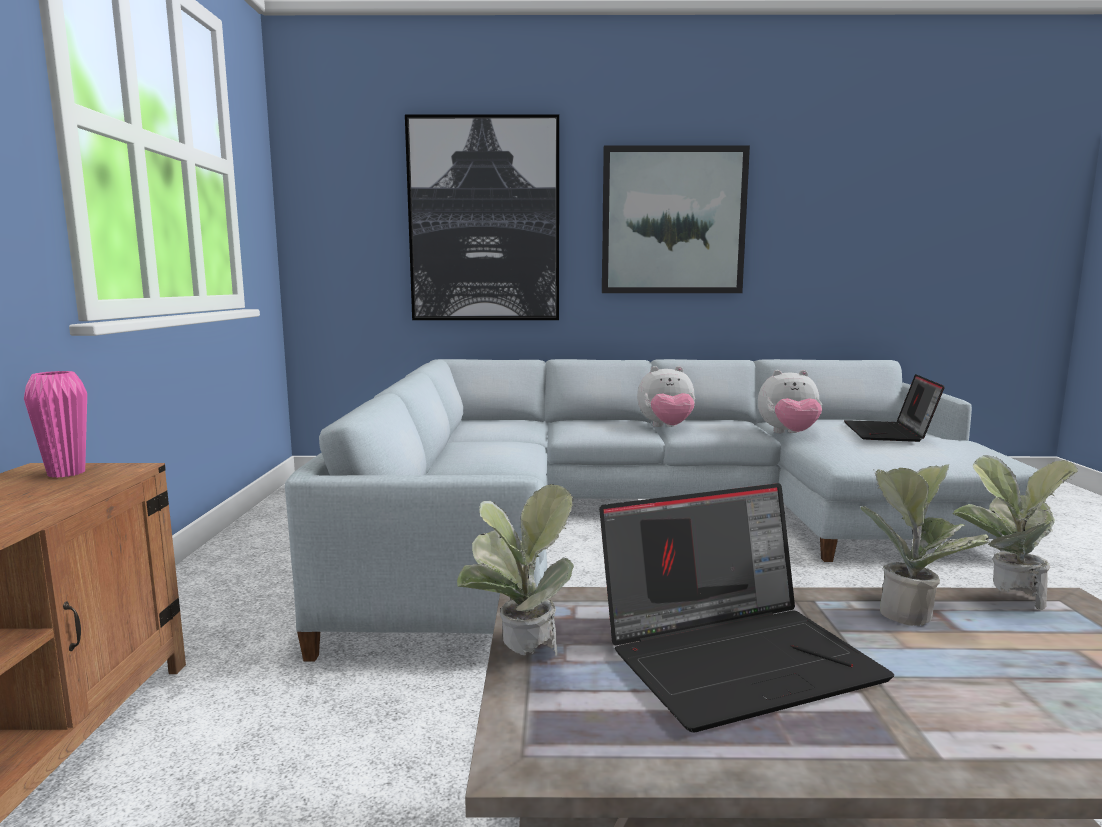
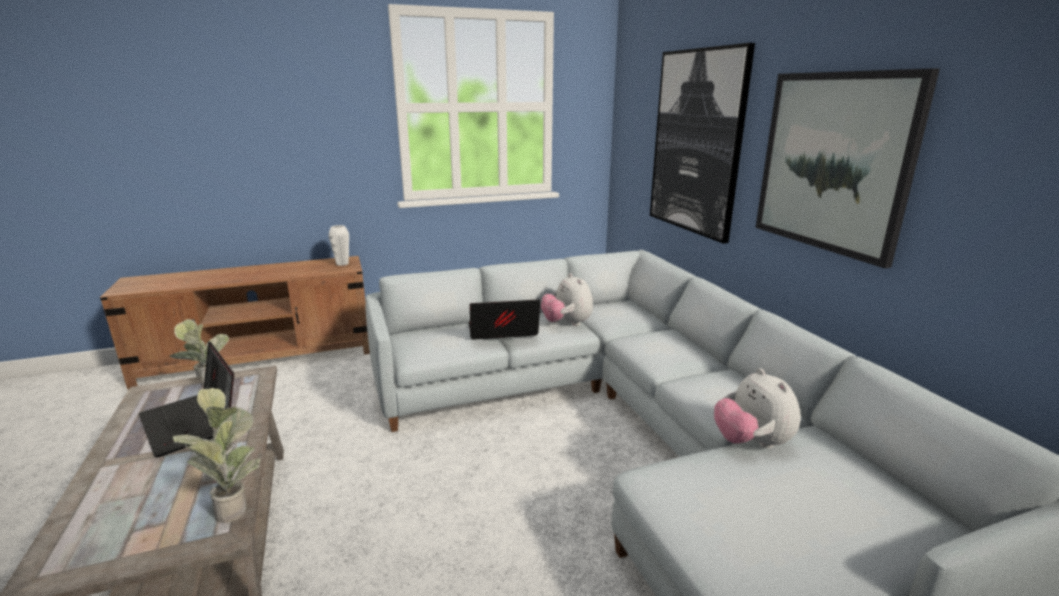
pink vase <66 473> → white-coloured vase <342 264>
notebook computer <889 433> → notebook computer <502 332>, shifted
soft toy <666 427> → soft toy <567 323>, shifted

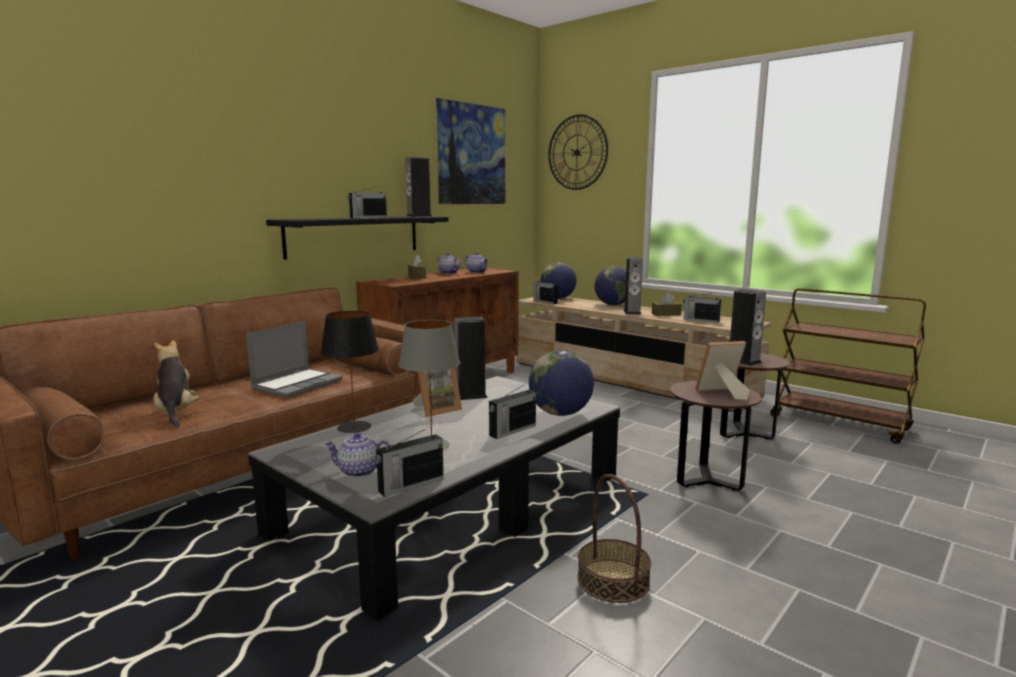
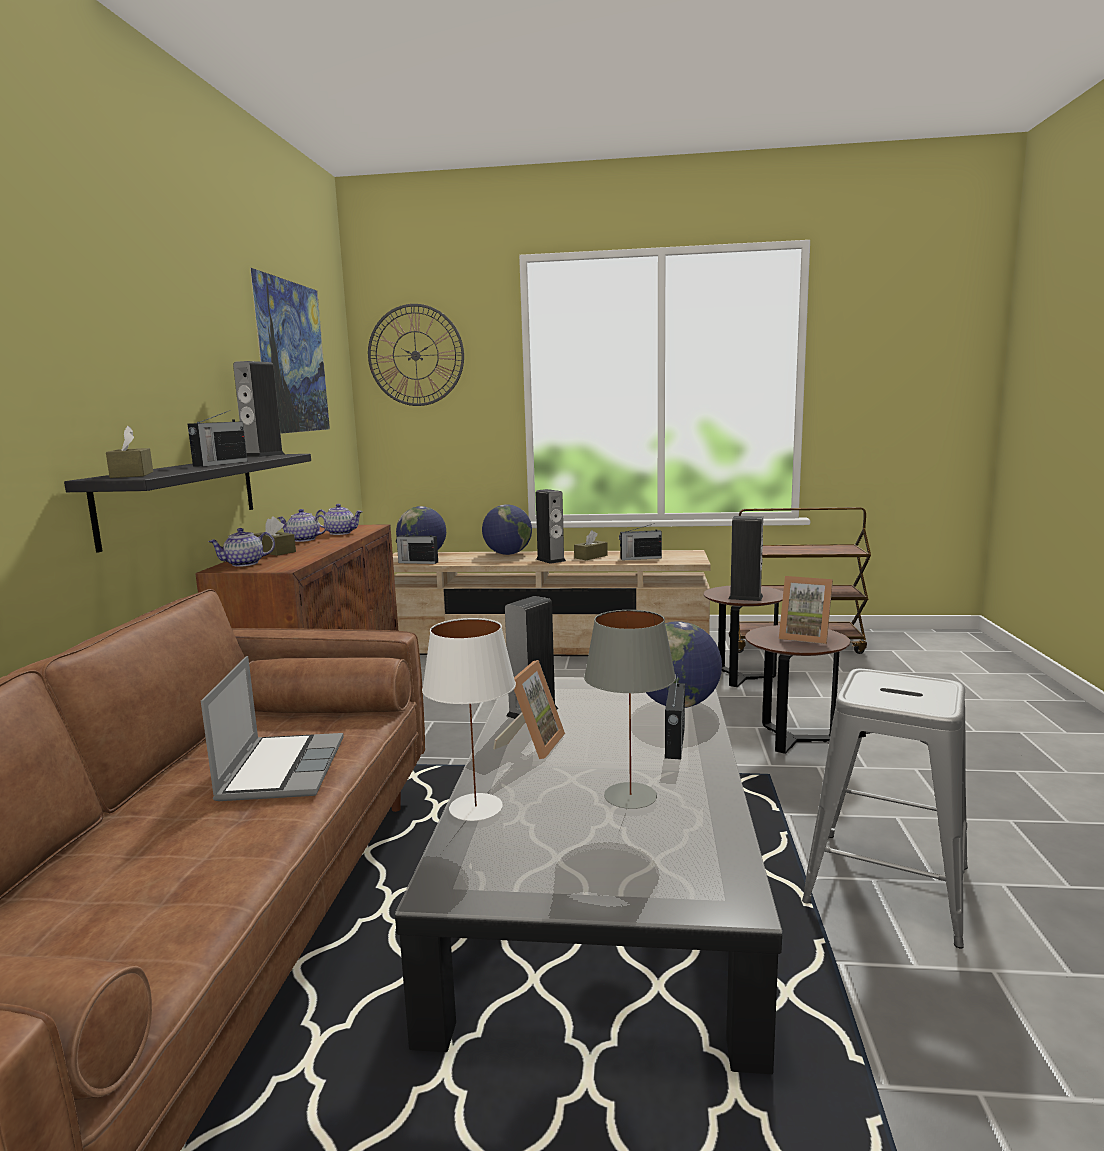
- → brown tissue box <132 475>
tea pot <359 471> → tea pot <244 564>, shifted
black lamp for a table <354 427> → white-coloured lamp for a table <475 807>
photo frame <721 393> → photo frame <805 637>, 105 degrees counterclockwise
storage basket <613 580> → grey sitting stool <888 885>
soft toy <176 412> → -
radio set <410 485> → -

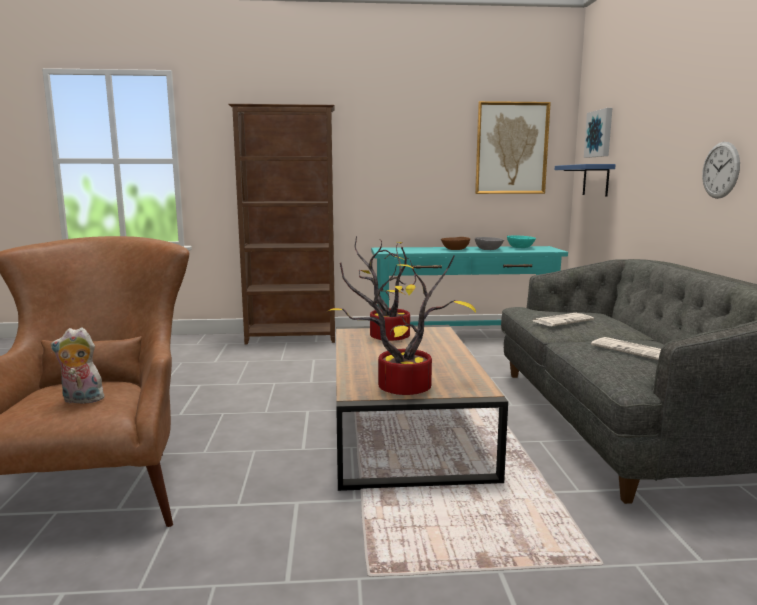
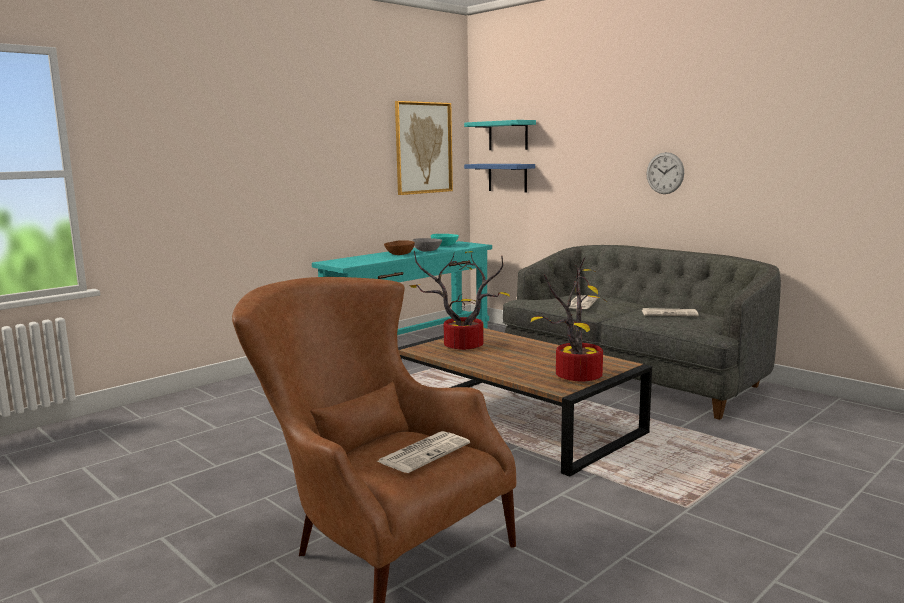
soft toy <81 400> → daily paper <424 452>
picture <600 133> → blue-green wall shelf <508 135>
brown shelving unit <292 338> → -

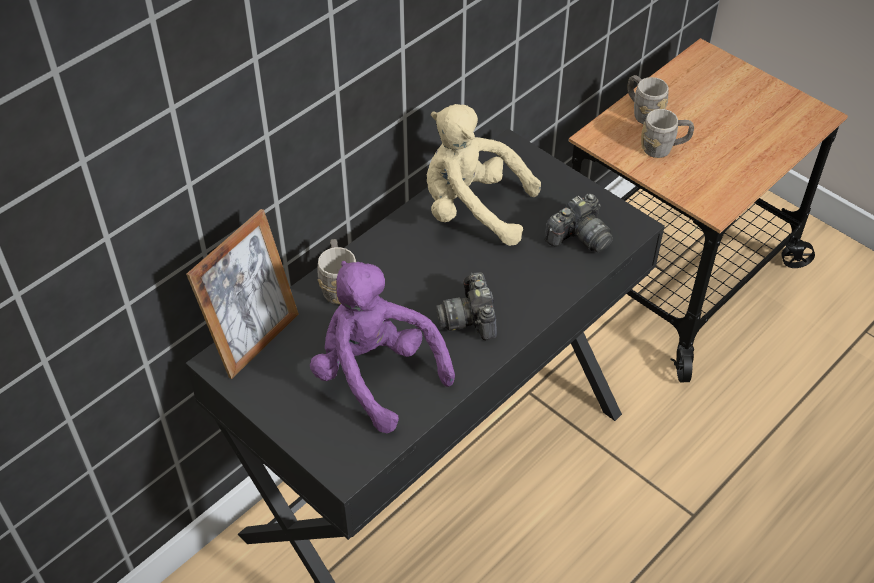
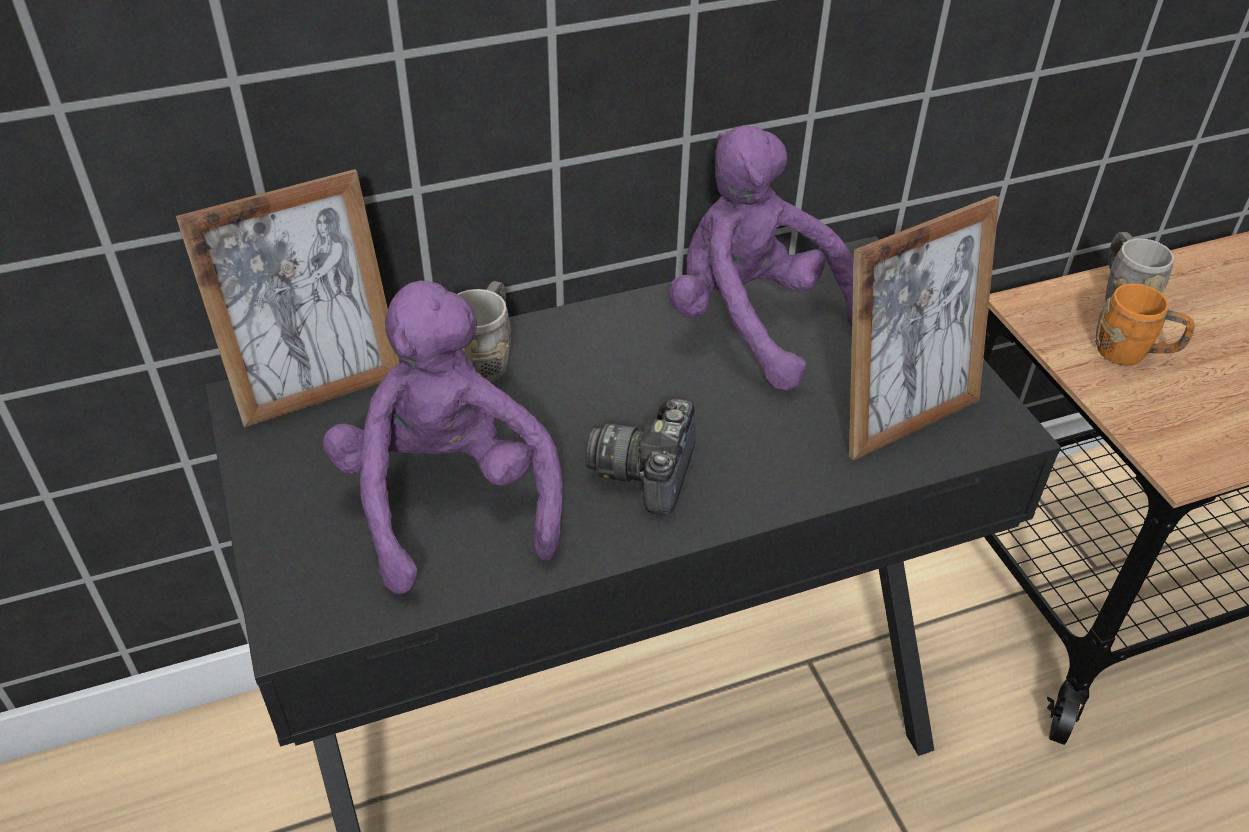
beige-coloured soft toy <472 209> → purplish soft toy <753 322>
photo camera <579 237> → photo frame <900 415>
grey mug <664 148> → orange mug <1132 354>

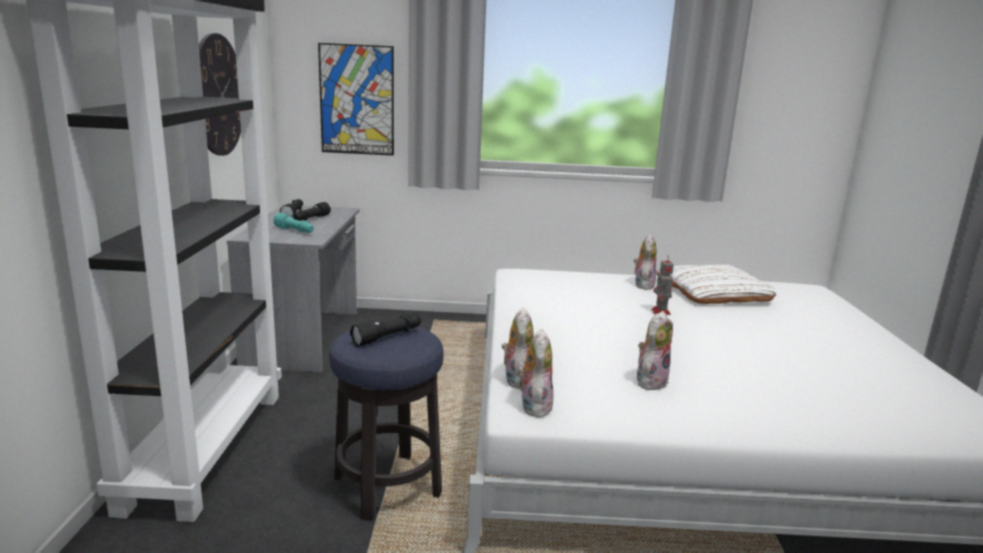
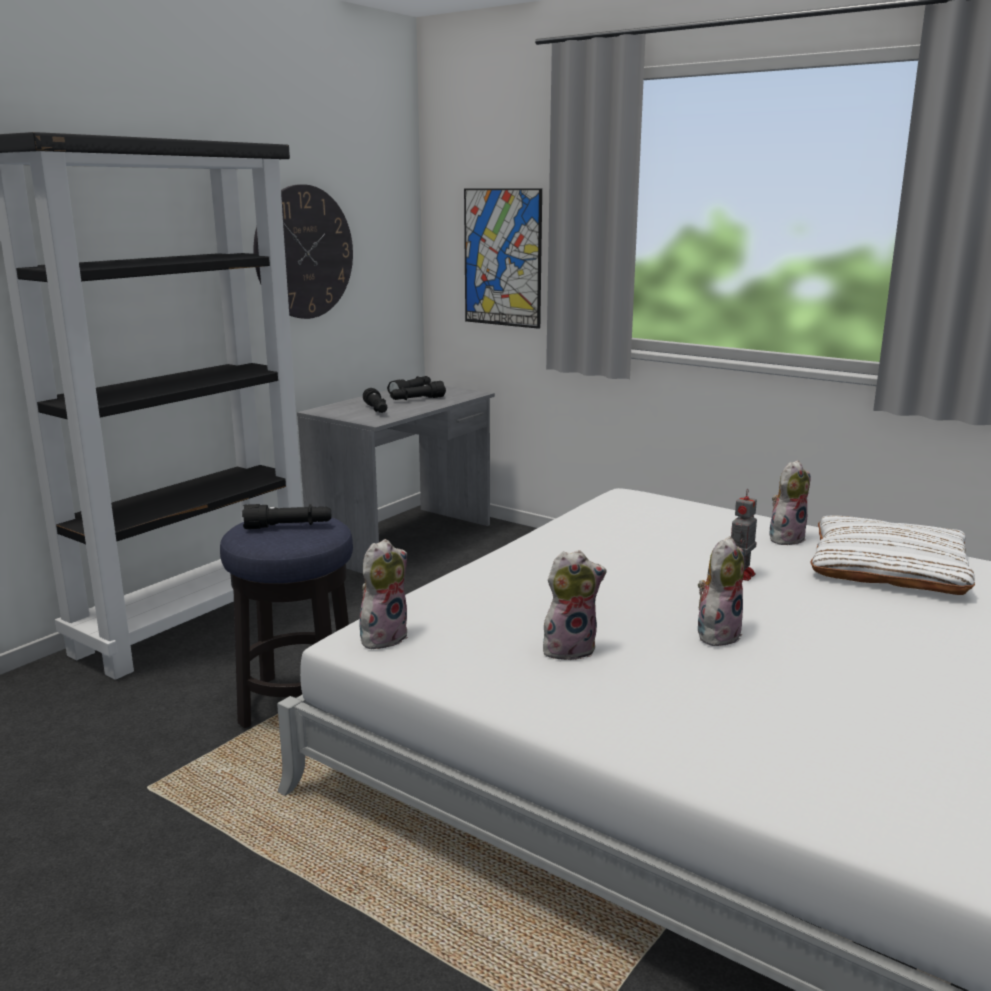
blue-green flashlight <295 231> → black flashlight <376 410>
soft toy <517 379> → soft toy <717 634>, shifted

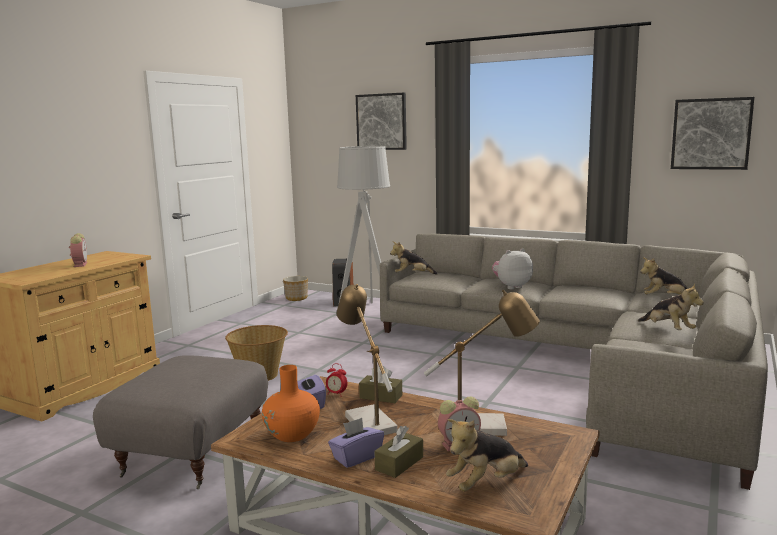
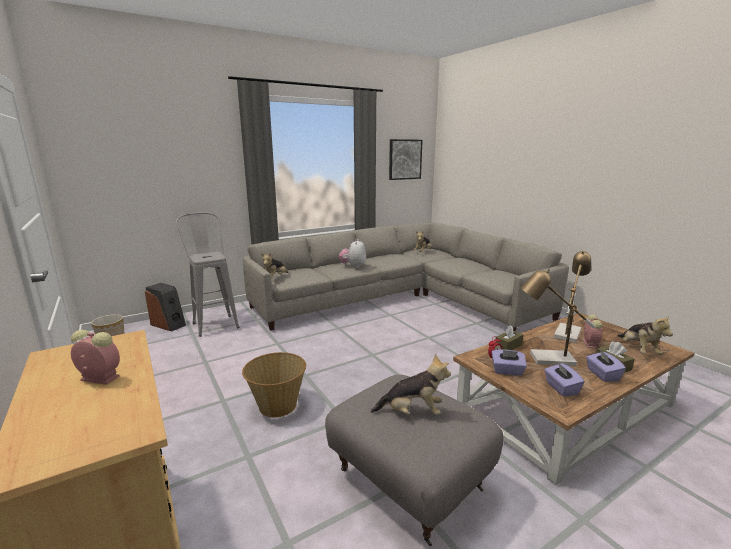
grey standard lamp <367 311> → grey sitting stool <214 323>
soft toy <668 330> → soft toy <412 412>, shifted
orange vase <292 434> → purplish tissue box <561 388>
picture <381 122> → -

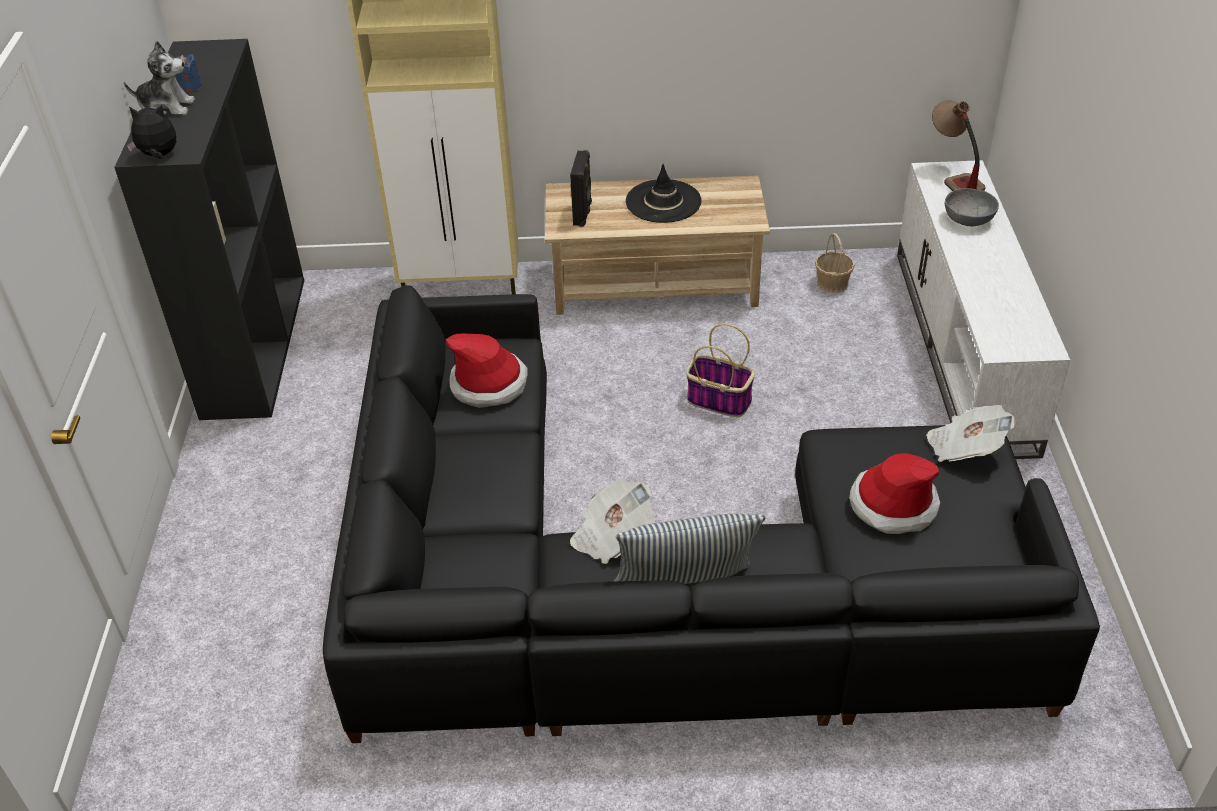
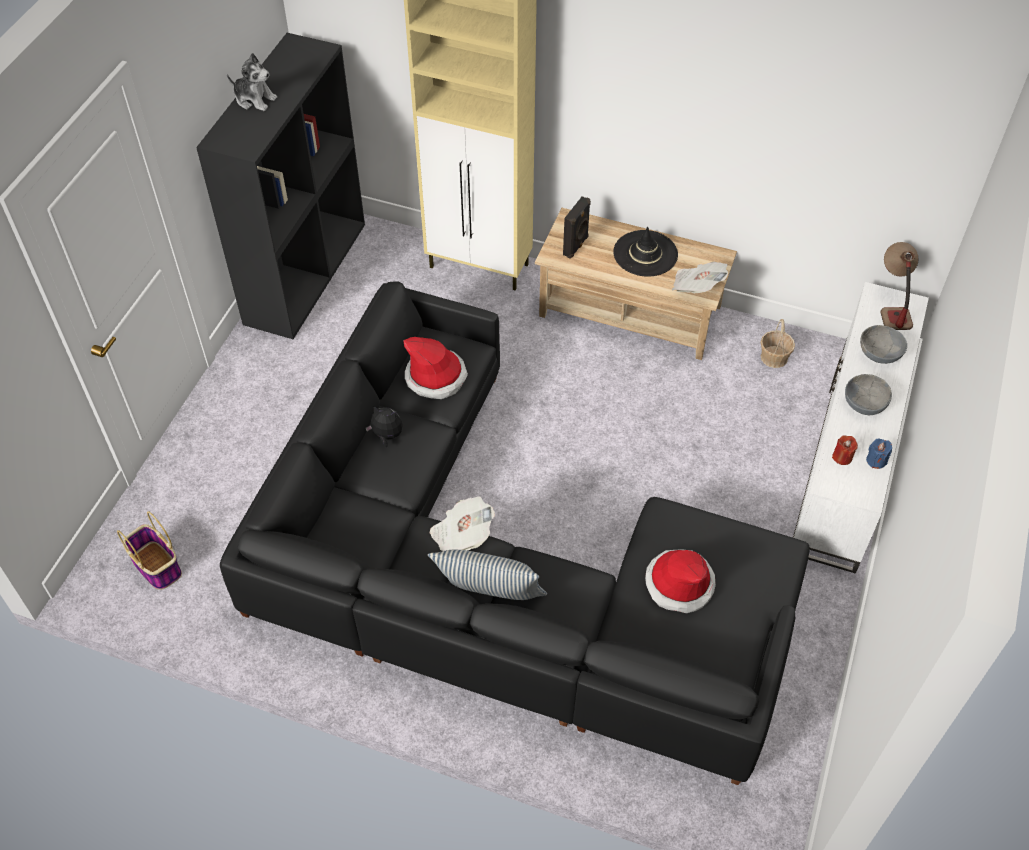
storage basket <717 400> → storage basket <156 566>, shifted
soft toy <159 156> → soft toy <387 436>, shifted
daily paper <965 448> → daily paper <697 287>, shifted
- → red candle <842 457>
- → grey bowl <864 403>
blue-coloured candle <190 86> → blue-coloured candle <876 460>, shifted

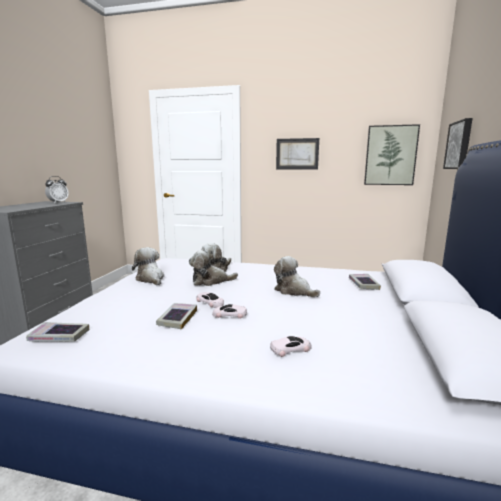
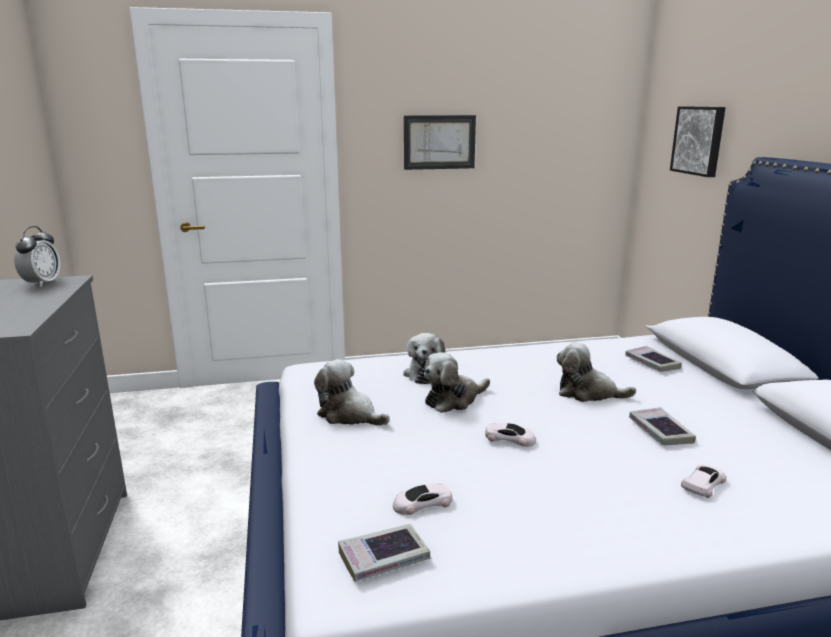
white-coloured toy car <229 315> → white-coloured toy car <422 504>, shifted
volume <177 318> → volume <660 431>, shifted
picture <390 155> → -

